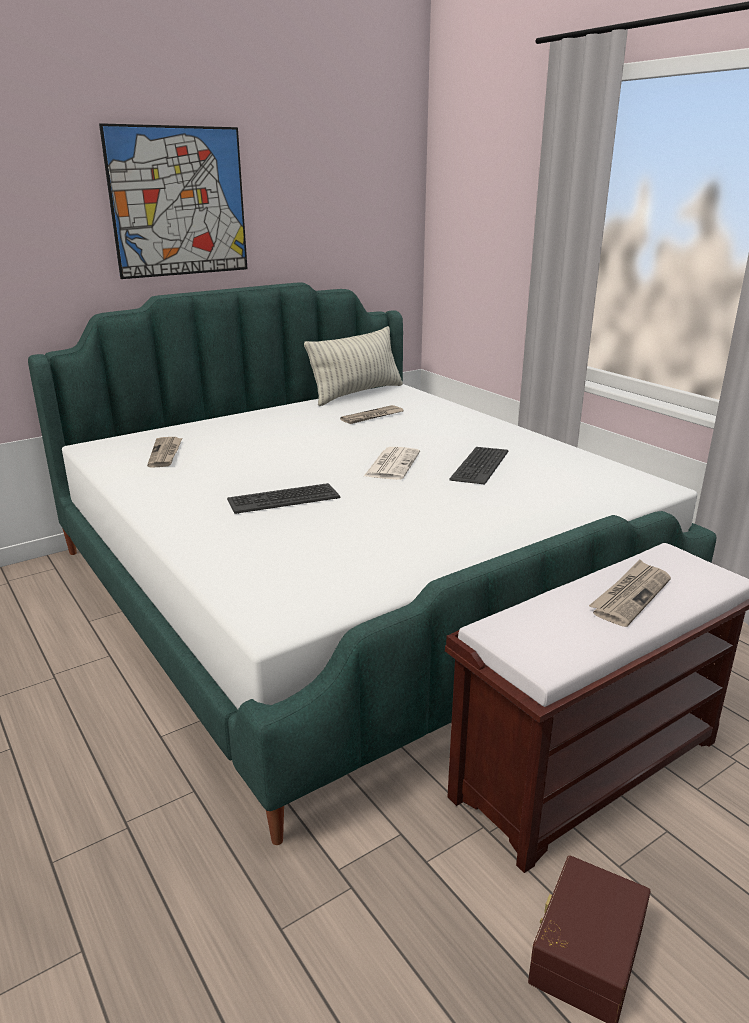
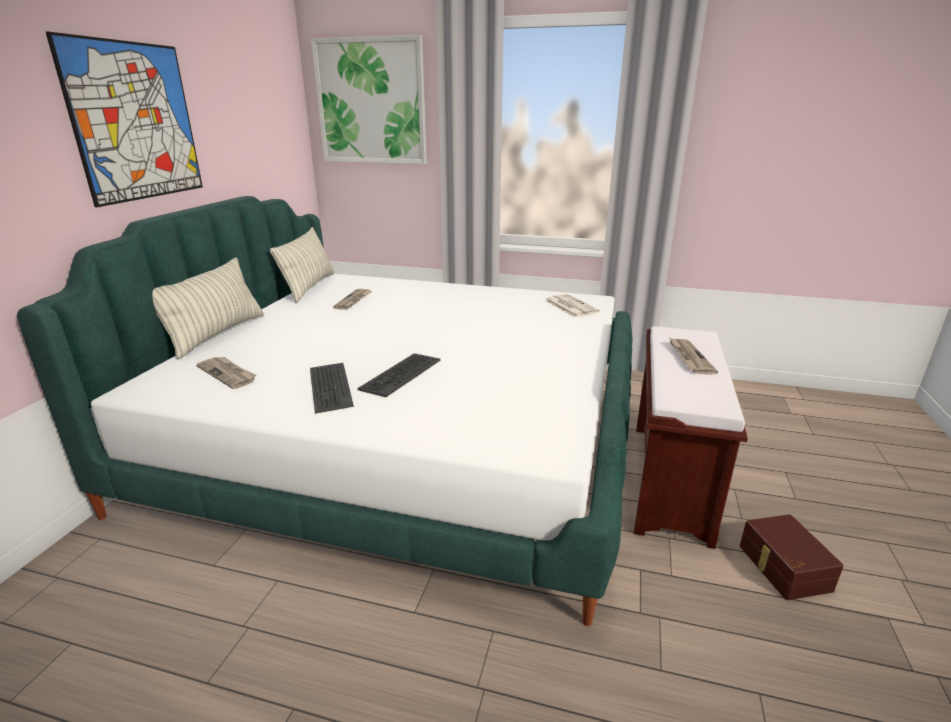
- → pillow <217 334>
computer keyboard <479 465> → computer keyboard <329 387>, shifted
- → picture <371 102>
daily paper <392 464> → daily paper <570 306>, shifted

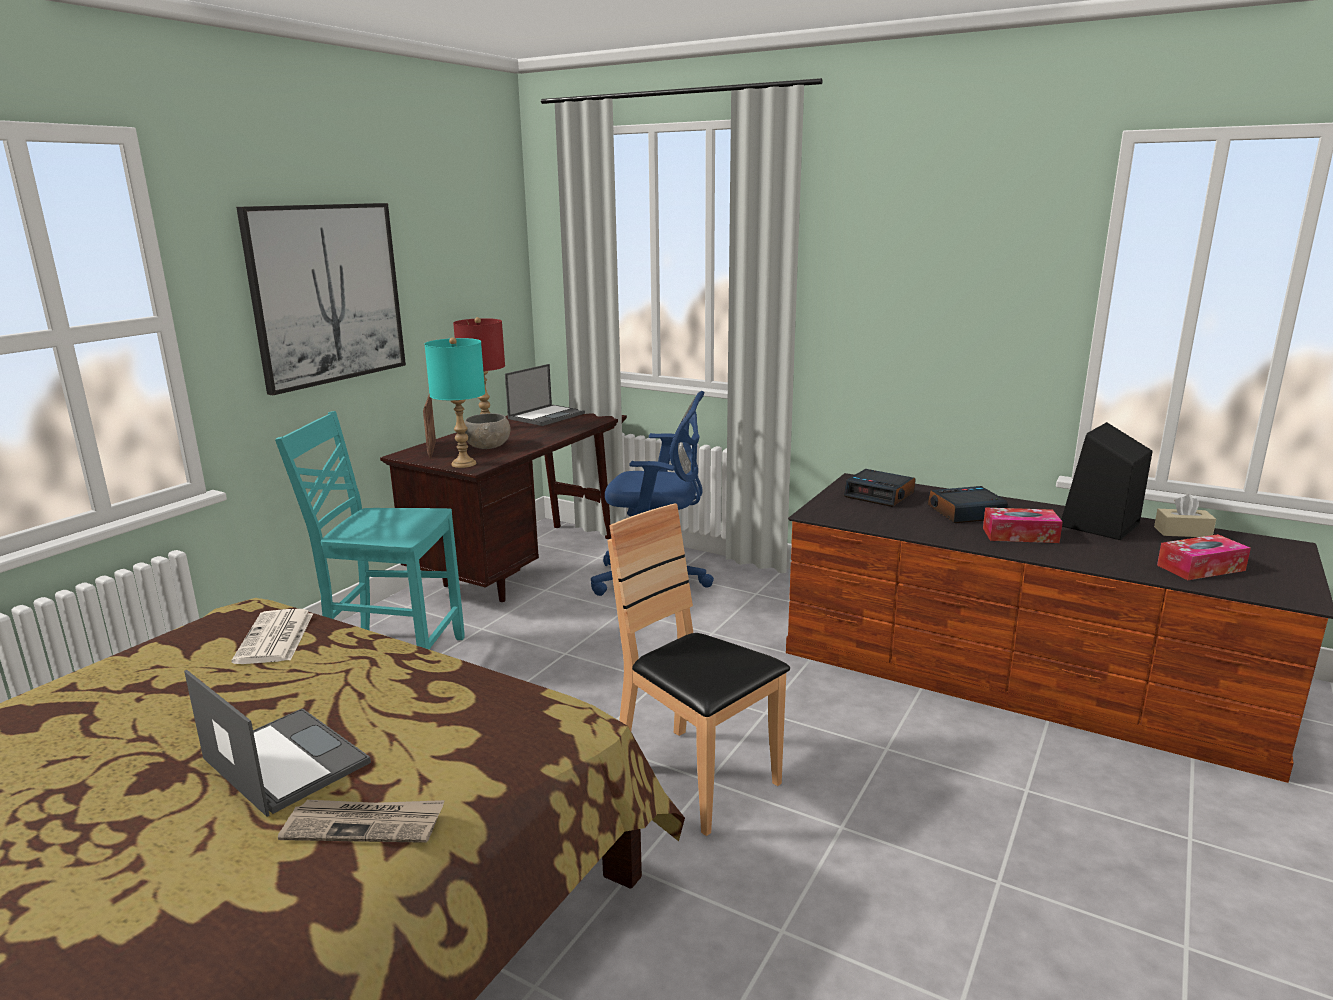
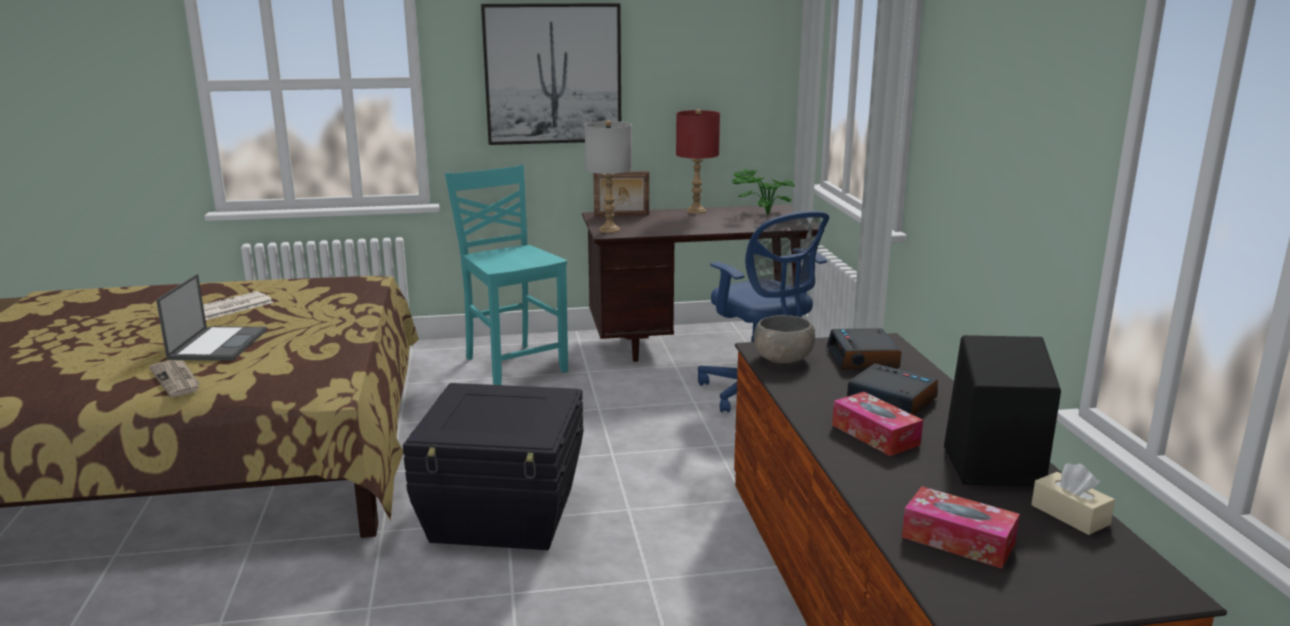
daily paper <275 638> → daily paper <231 307>, shifted
brown upright chair <696 778> → black storage bin <504 515>
blue-green lamp for a table <464 464> → grey lamp for a table <610 230>
photo frame <431 449> → photo frame <621 215>, 135 degrees counterclockwise
notebook computer <547 416> → potted plant <764 214>
grey bowl <488 446> → grey bowl <784 359>, shifted

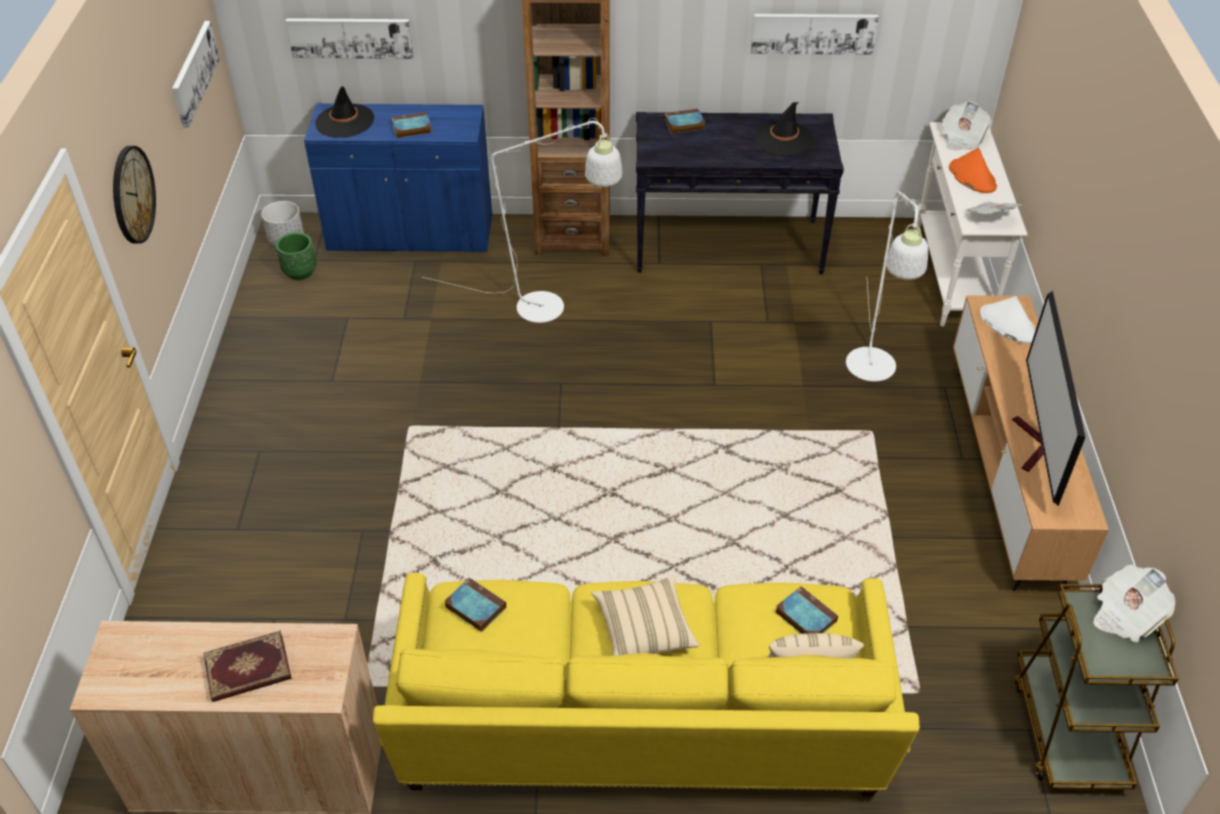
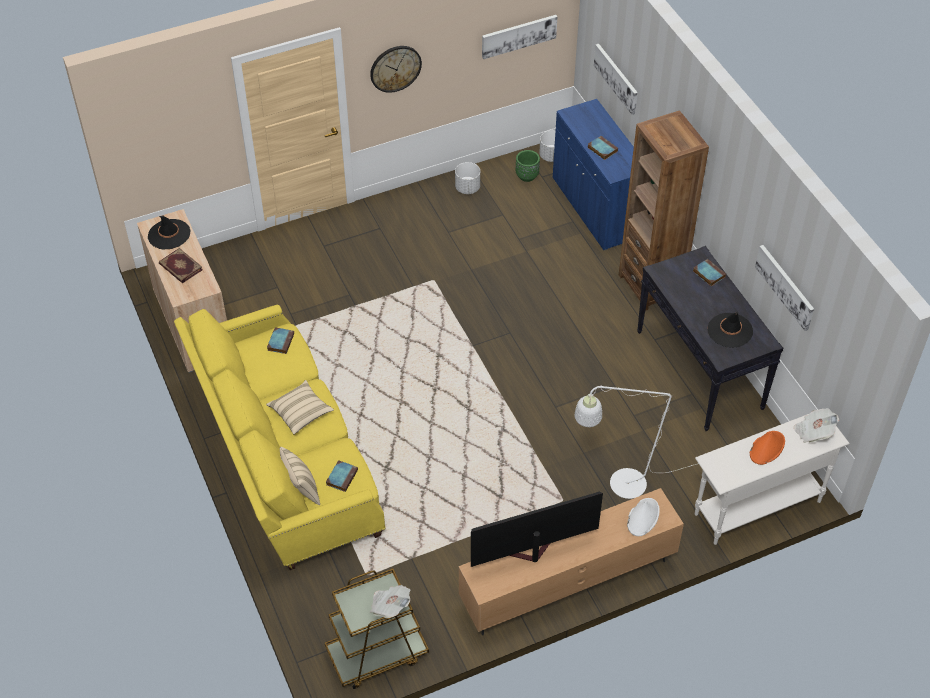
black hat <345 121> → black hat <169 234>, shifted
- → white-coloured plant pot <467 188>
white-coloured standard lamp <552 309> → -
daily paper <990 218> → -

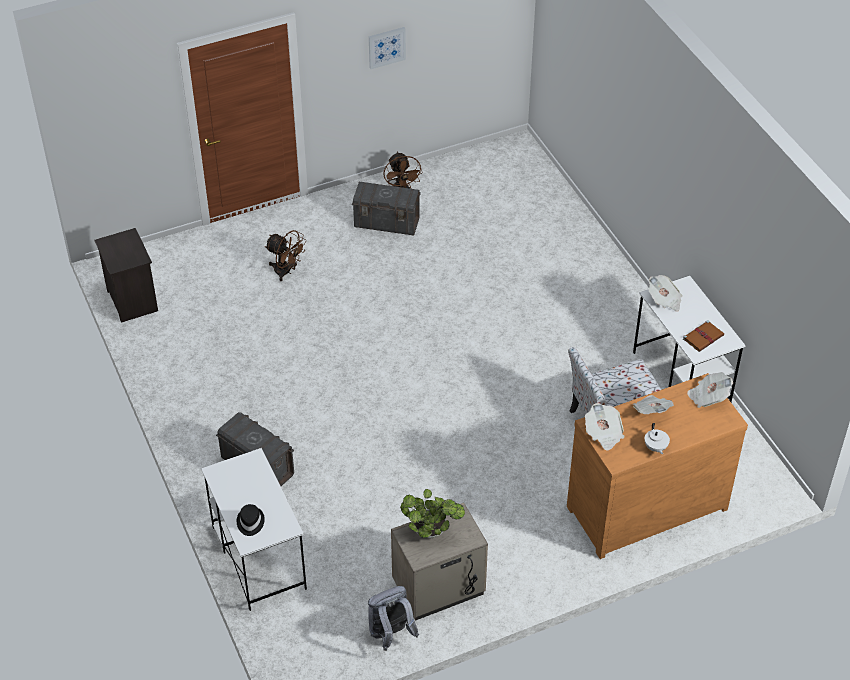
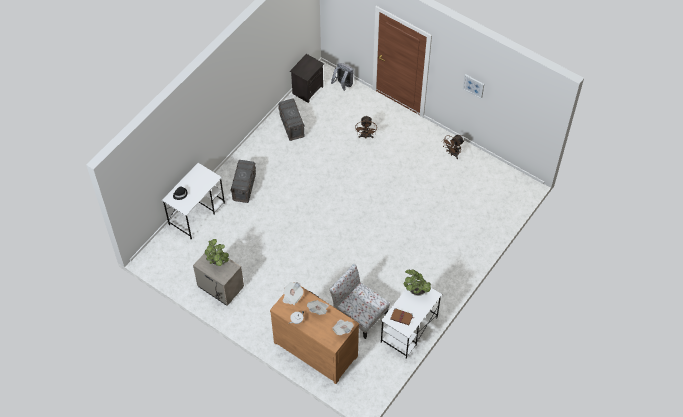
grey storage bin <387 223> → grey storage bin <291 126>, shifted
grey rucksack <391 634> → grey rucksack <343 85>, shifted
daily paper <664 300> → potted plant <416 290>

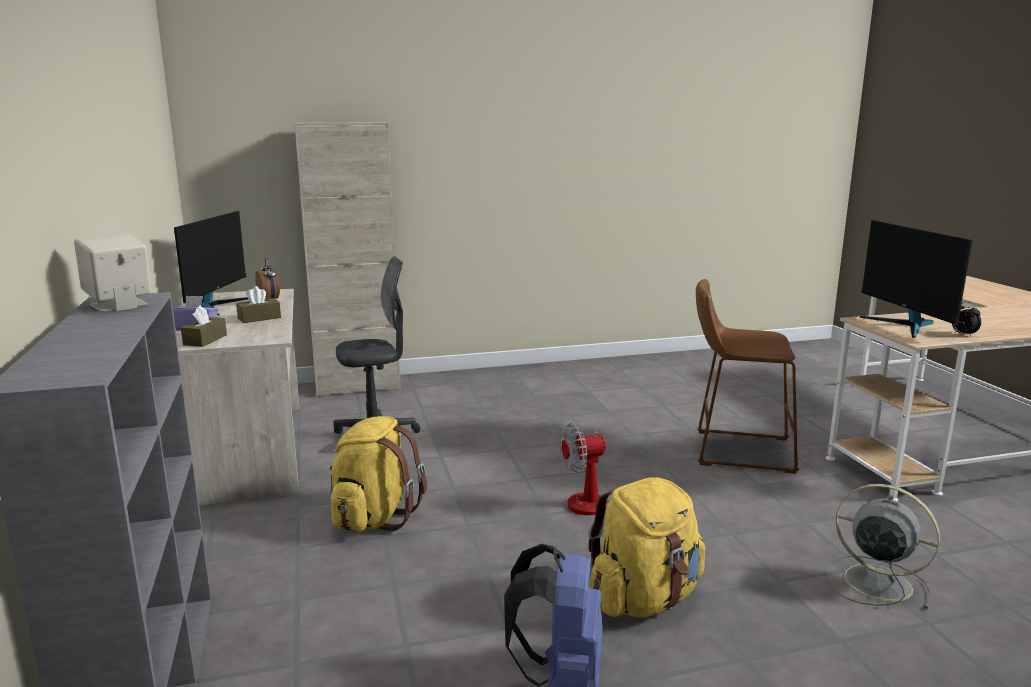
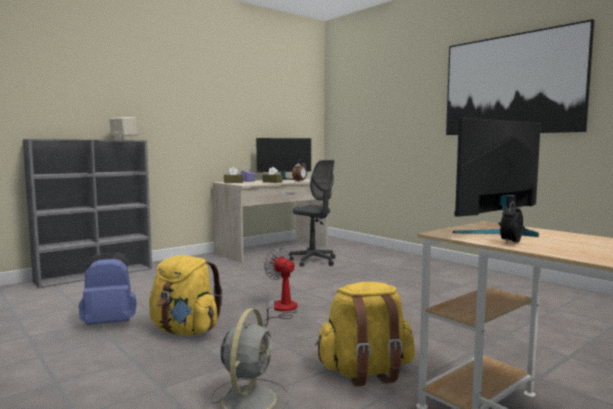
yellowish rucksack <374 517> → yellowish rucksack <365 372>, shifted
- → picture <511 84>
beige-coloured storage cabinet <357 386> → -
brown sitting stool <737 450> → -

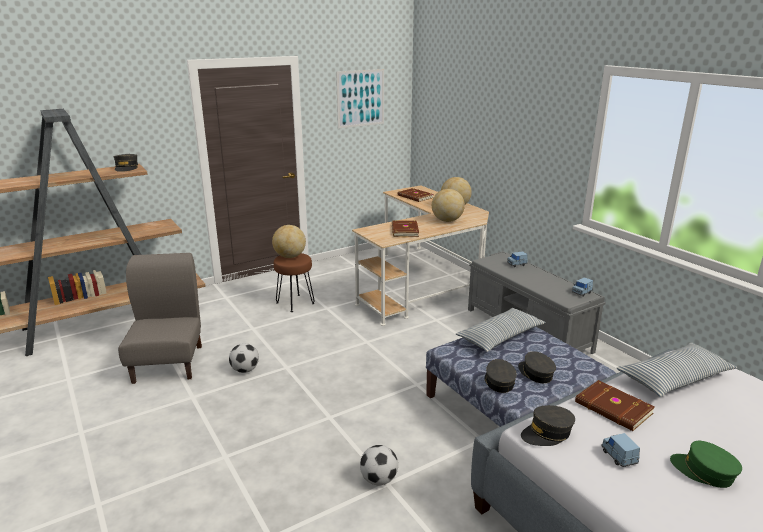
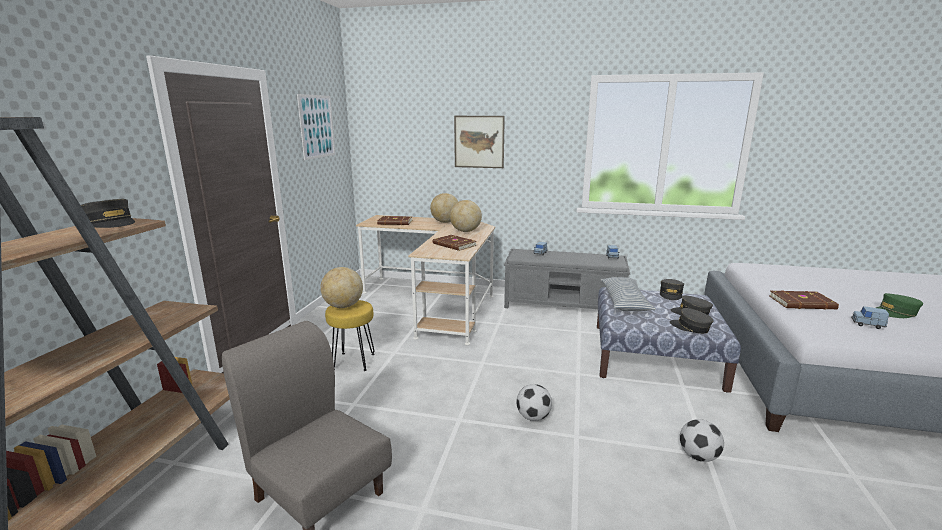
brown sitting stool <294 303> → yellowish sitting stool <353 362>
- → picture <479 142>
ball for football <245 370> → ball for football <533 417>, shifted
grey cap <547 433> → grey cap <671 294>, shifted
pillow <674 378> → -

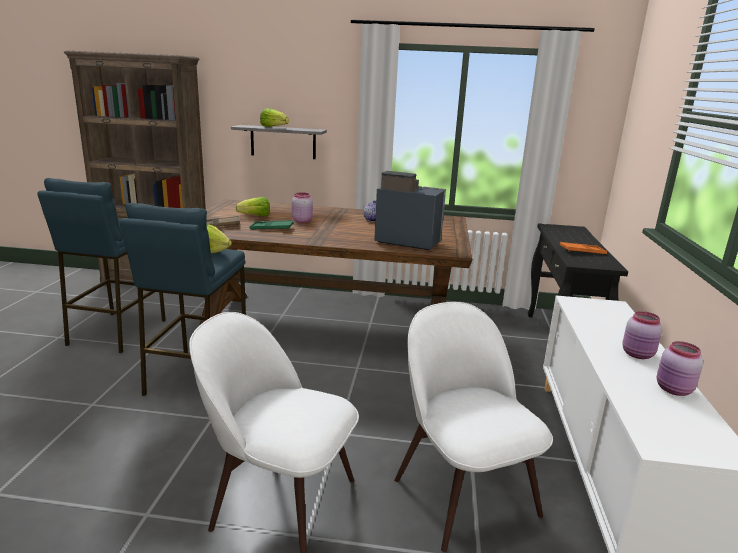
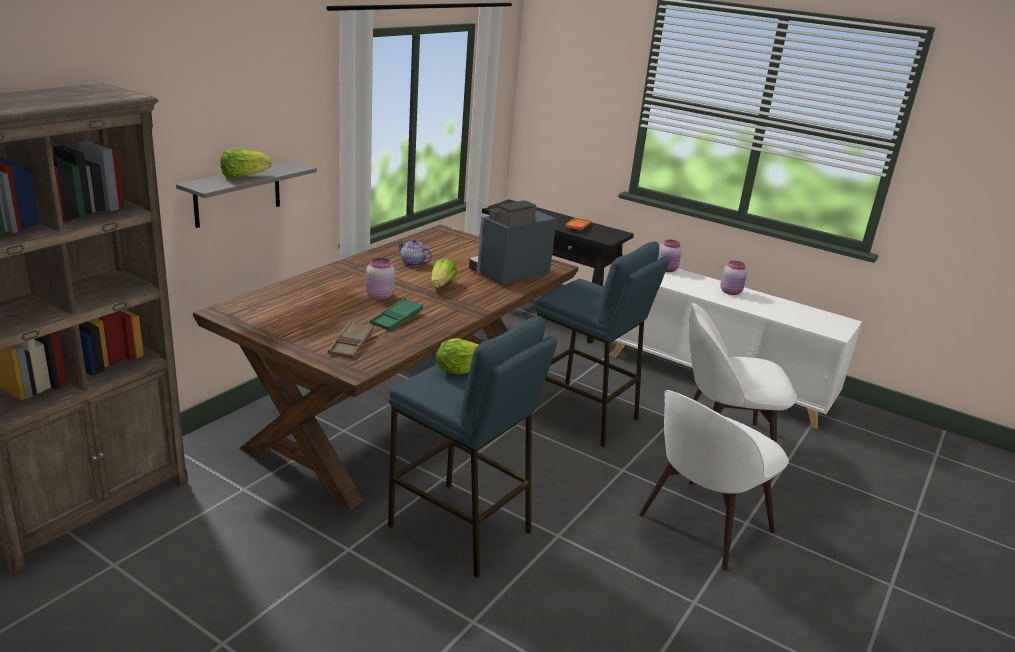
lettuce <255 216> → lettuce <441 285>, shifted
blue-coloured sitting stool <116 332> → blue-coloured sitting stool <583 416>, shifted
pink storage jar <674 390> → pink storage jar <667 270>, shifted

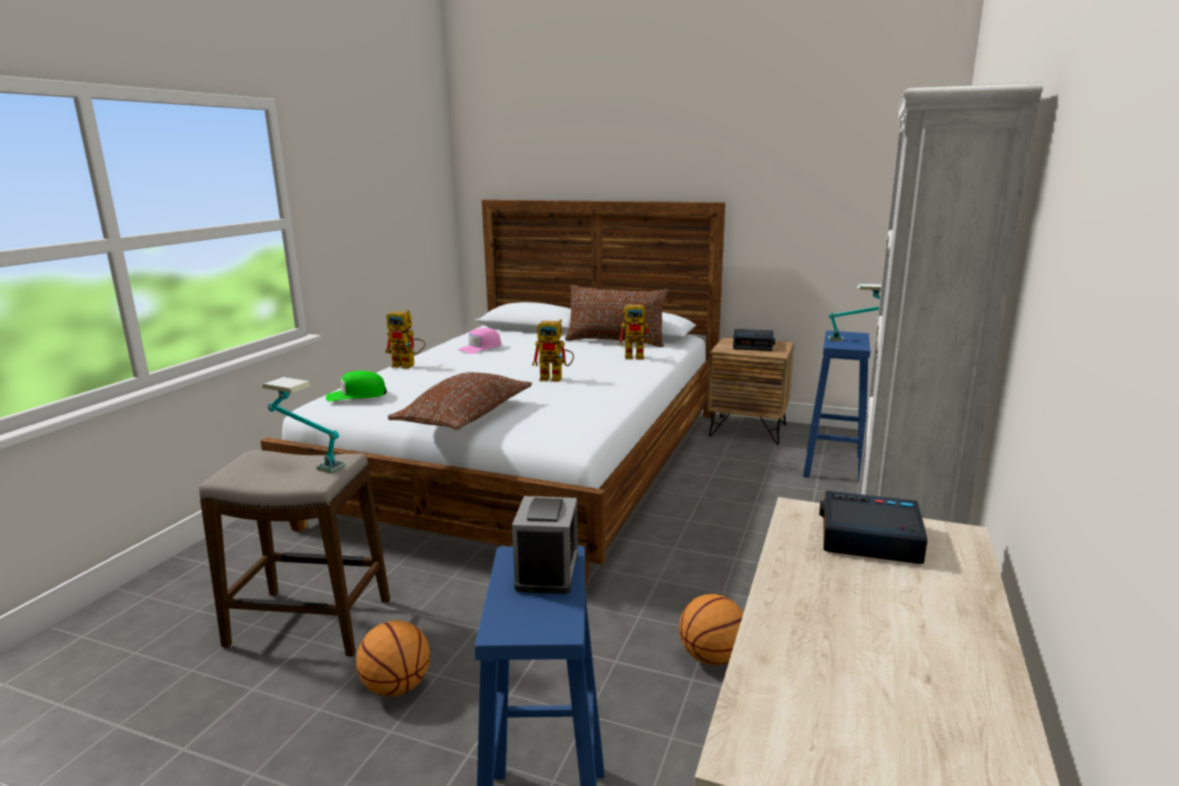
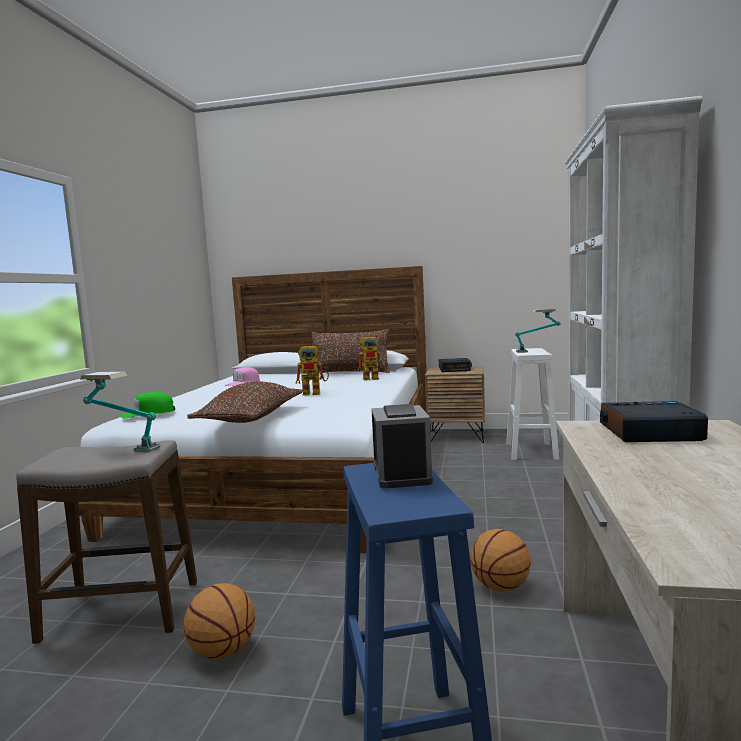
blue-coloured sitting stool <834 467> → white-coloured sitting stool <531 451>
model robot <408 365> → -

